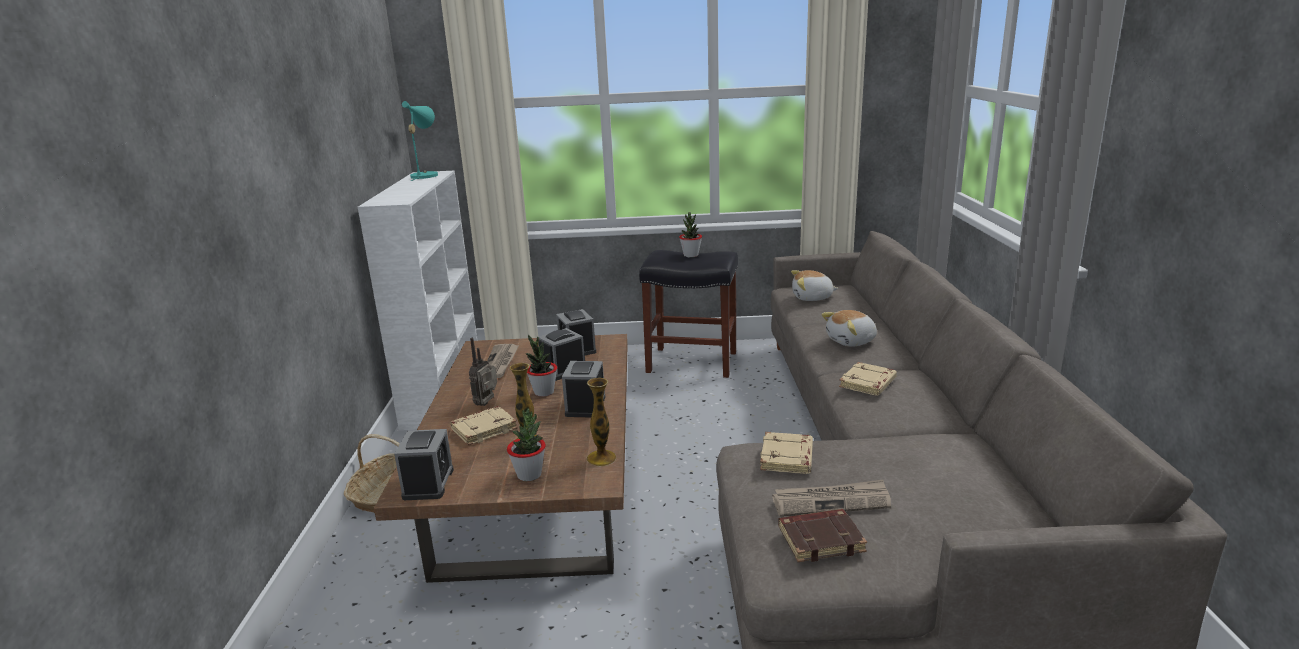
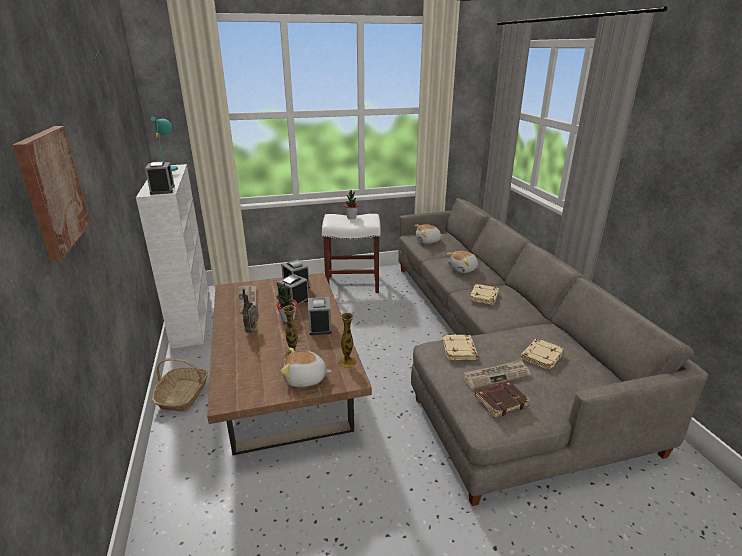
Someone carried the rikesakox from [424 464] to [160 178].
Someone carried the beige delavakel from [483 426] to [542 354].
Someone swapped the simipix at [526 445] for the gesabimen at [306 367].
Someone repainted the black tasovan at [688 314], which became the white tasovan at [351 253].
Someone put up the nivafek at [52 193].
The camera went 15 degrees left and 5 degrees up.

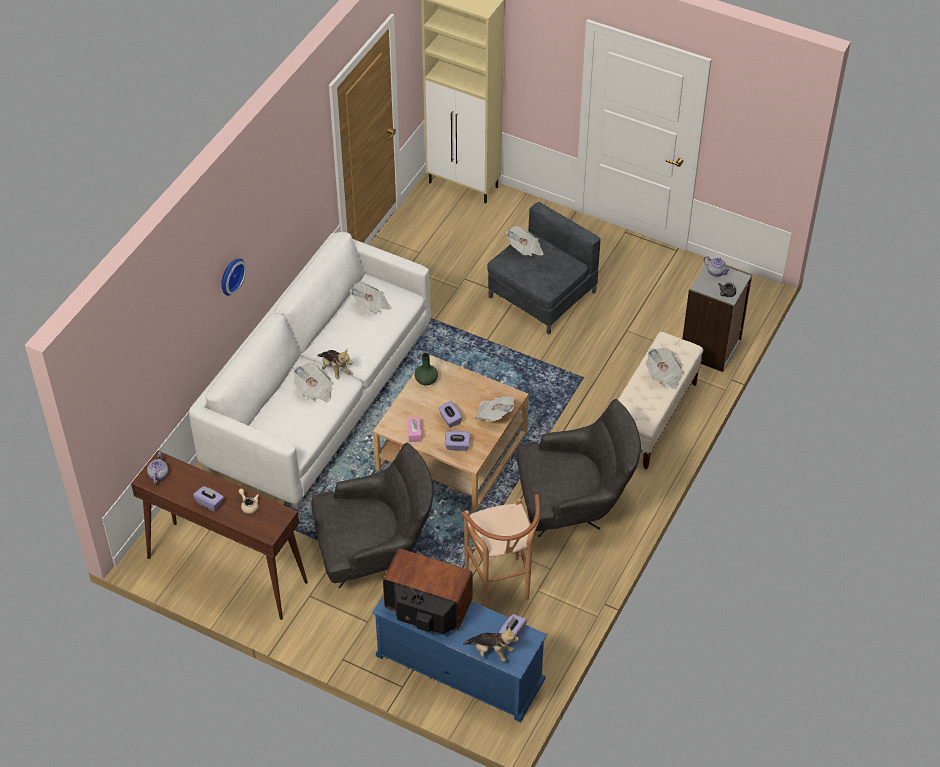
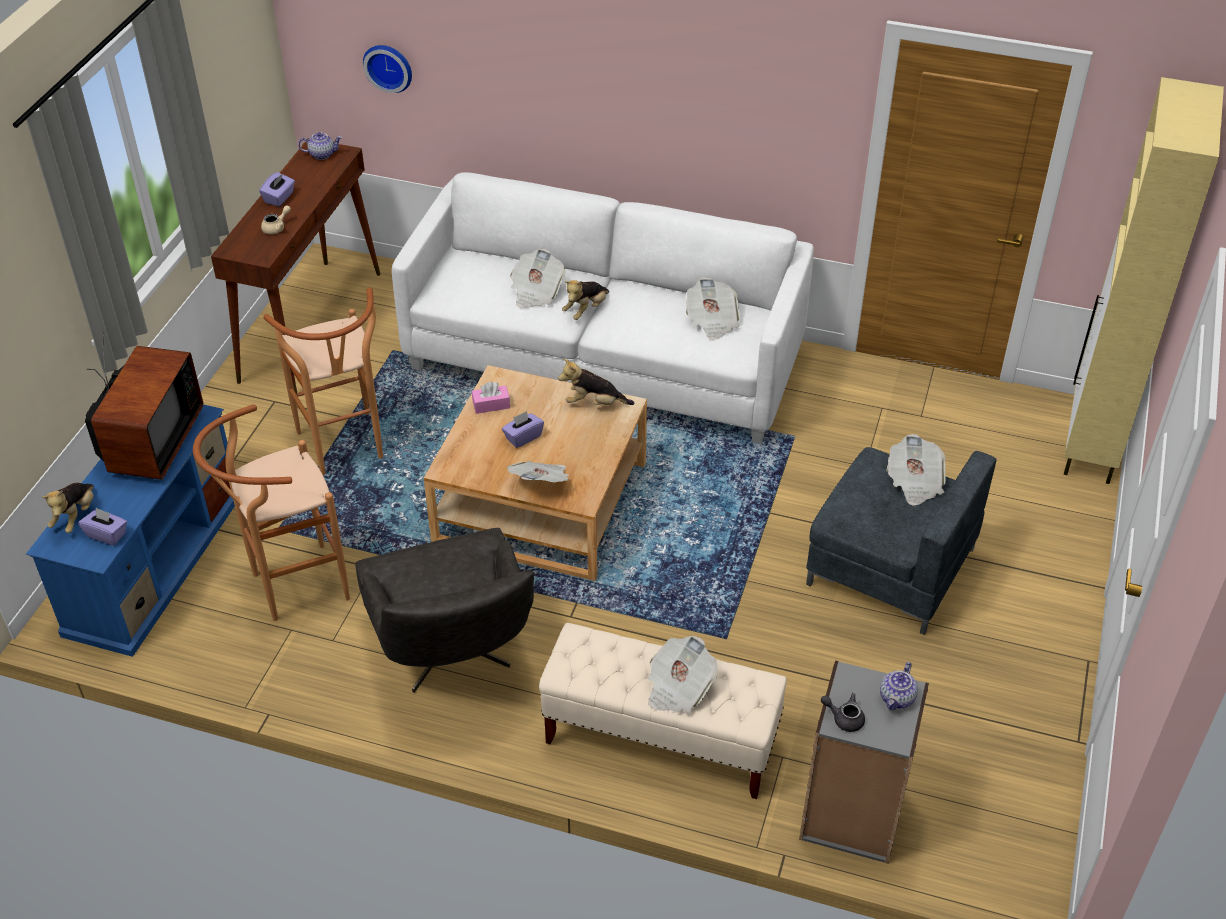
Someone carried the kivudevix from [234 277] to [387 69].
Someone swapped the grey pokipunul at [372 515] for the brown tasovan at [323 381].
Someone swapped the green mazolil at [426 369] for the gesabimen at [596 382].
Someone took away the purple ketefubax at [457 441].
The camera went 80 degrees right and 5 degrees down.

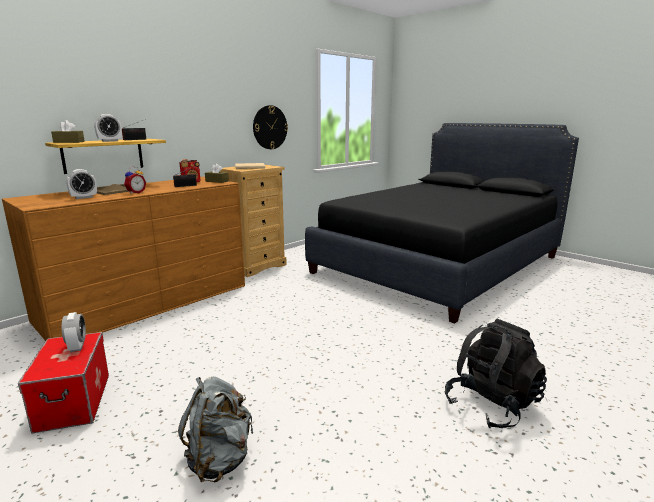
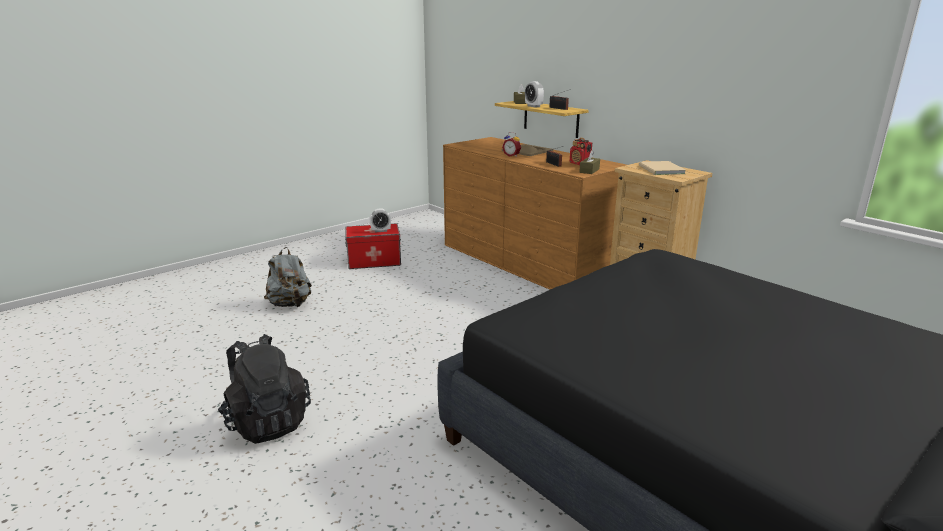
Someone took away the rikesakox at [81 184].
Someone took away the kivudevix at [270 127].
The camera went 95 degrees right and 5 degrees up.

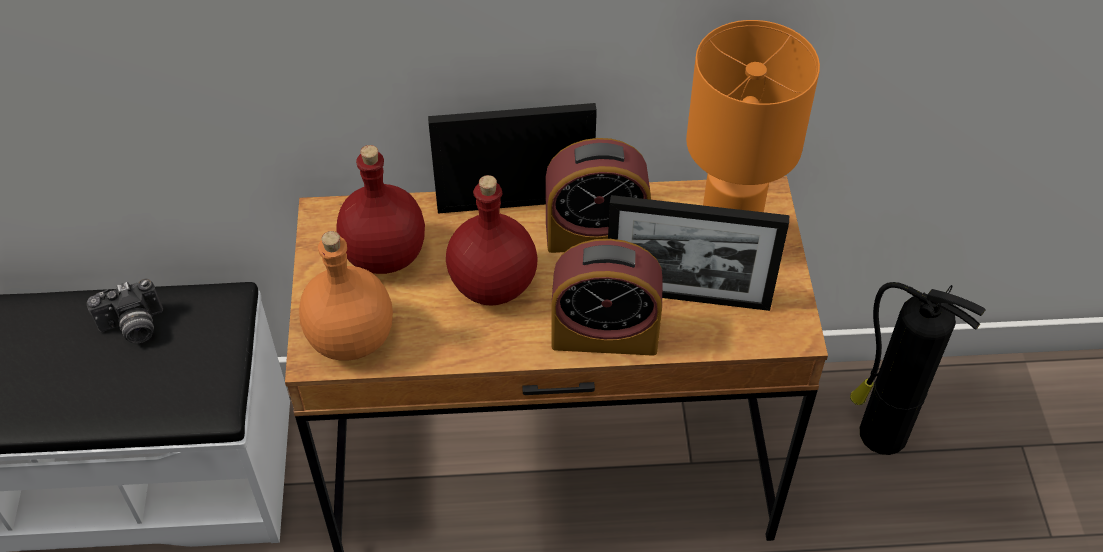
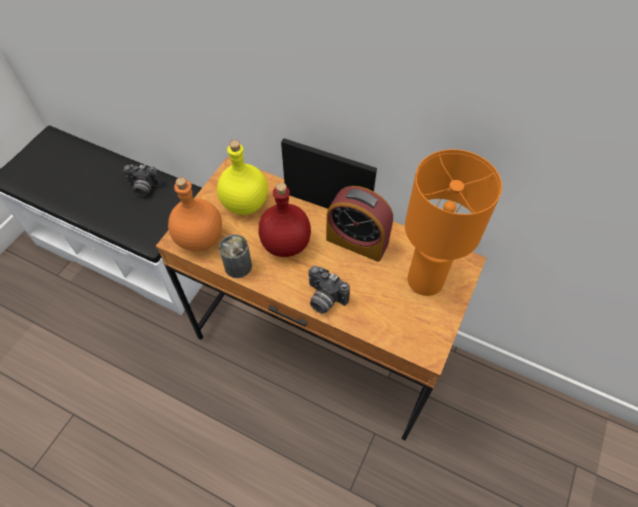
Someone repainted the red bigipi at [380 209], which became the yellow bigipi at [242 177].
Someone swapped the rikesakox at [607 297] for the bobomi at [329 290].
Someone took away the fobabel at [699 253].
Someone took away the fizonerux at [918 368].
Someone put down the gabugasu at [235 256].
The camera went 30 degrees right and 5 degrees up.

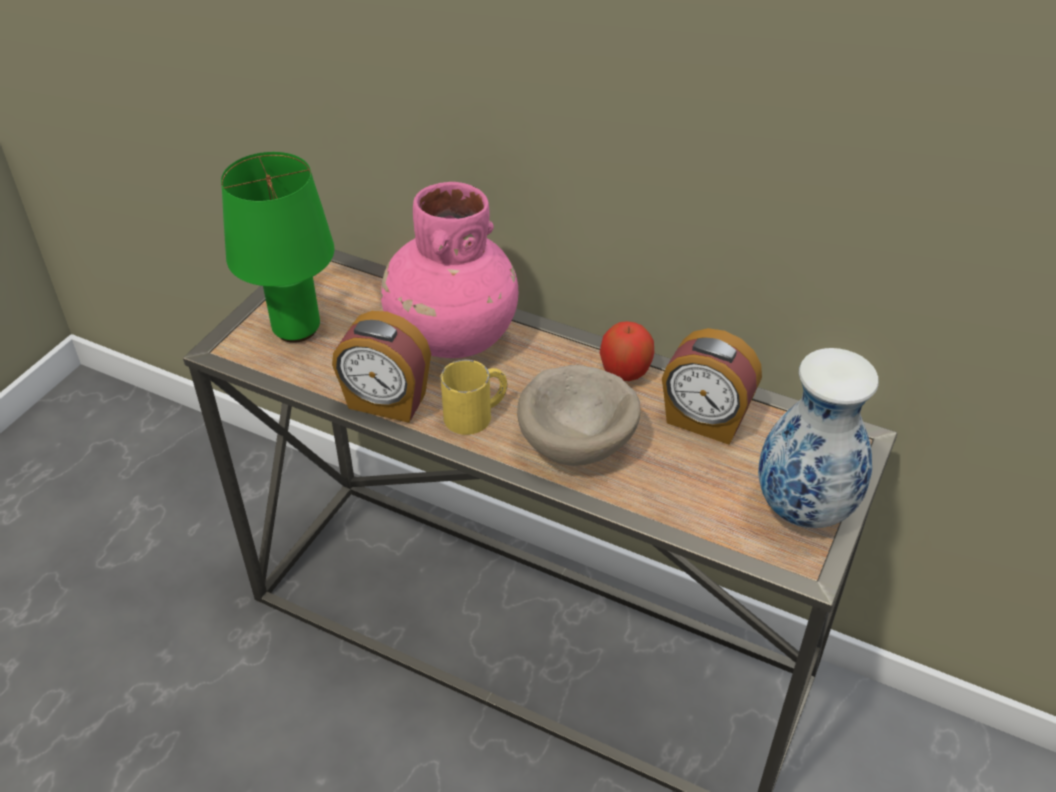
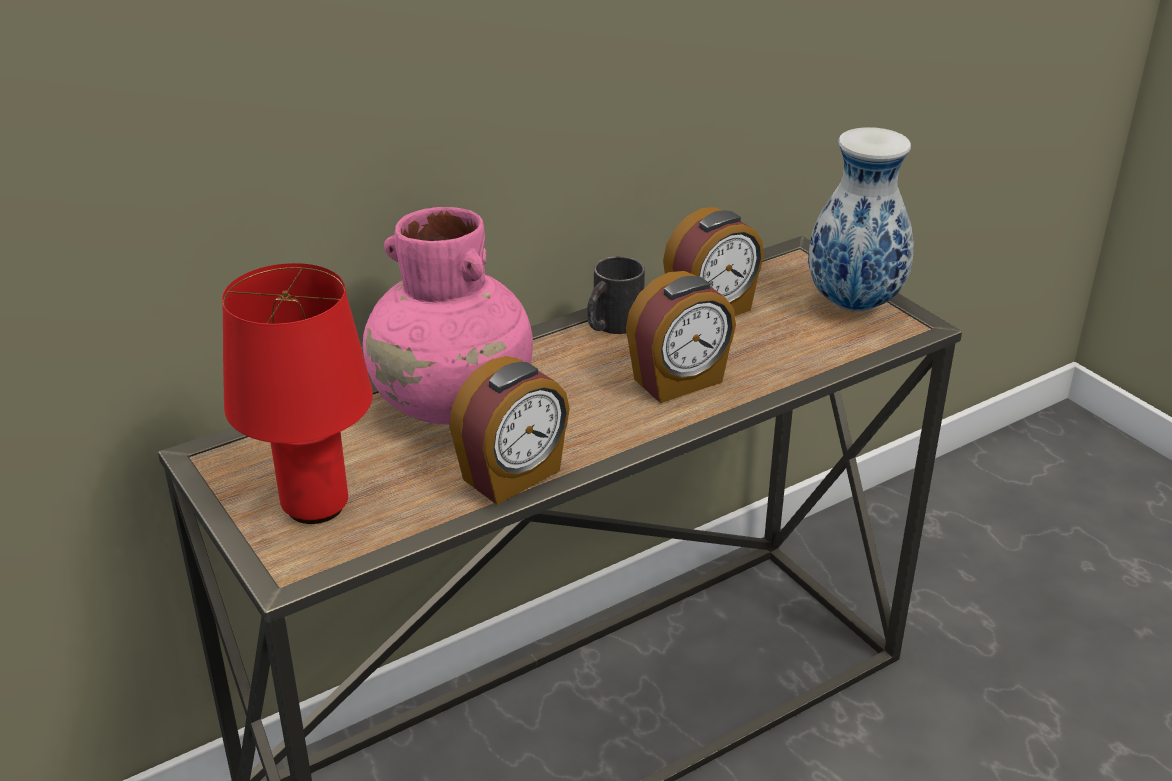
Someone repainted the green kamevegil at [277 247], which became the red kamevegil at [297 393].
Someone took away the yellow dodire at [474 397].
Someone swapped the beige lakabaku at [579 415] for the rikesakox at [681 337].
Someone swapped the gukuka at [627 351] for the black dodire at [616 295].
The camera went 60 degrees left and 10 degrees down.

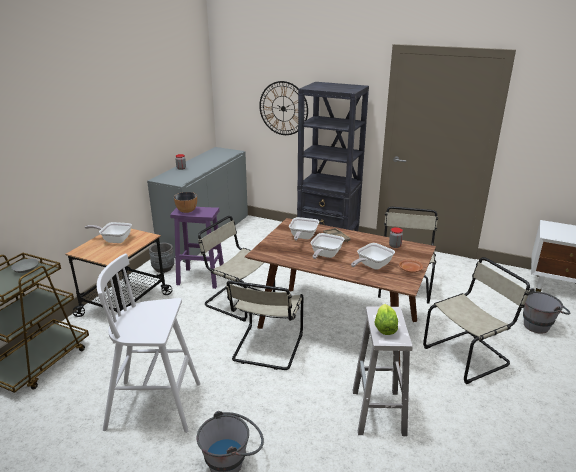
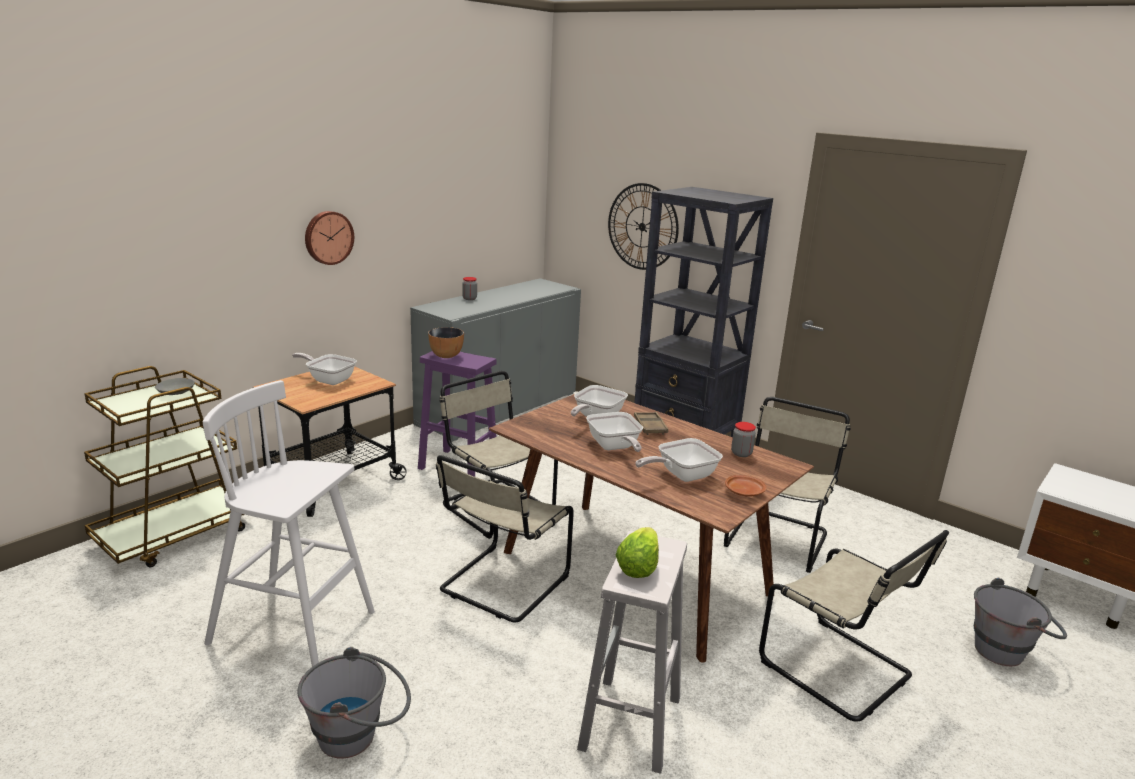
Someone took away the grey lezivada at [162 258].
Someone rotated the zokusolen at [327 246] by 60 degrees counterclockwise.
Someone rotated the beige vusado at [476 320] by 60 degrees clockwise.
Someone put up the kivudevix at [329 238].
The camera went 15 degrees right and 5 degrees down.

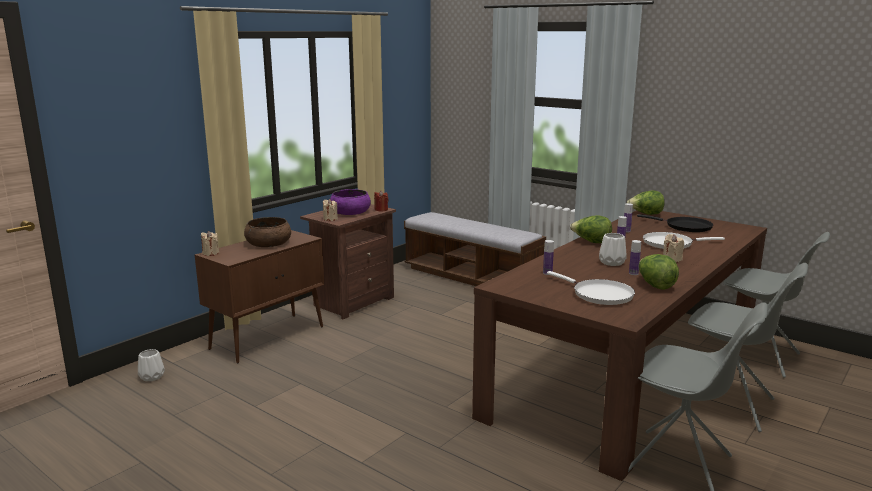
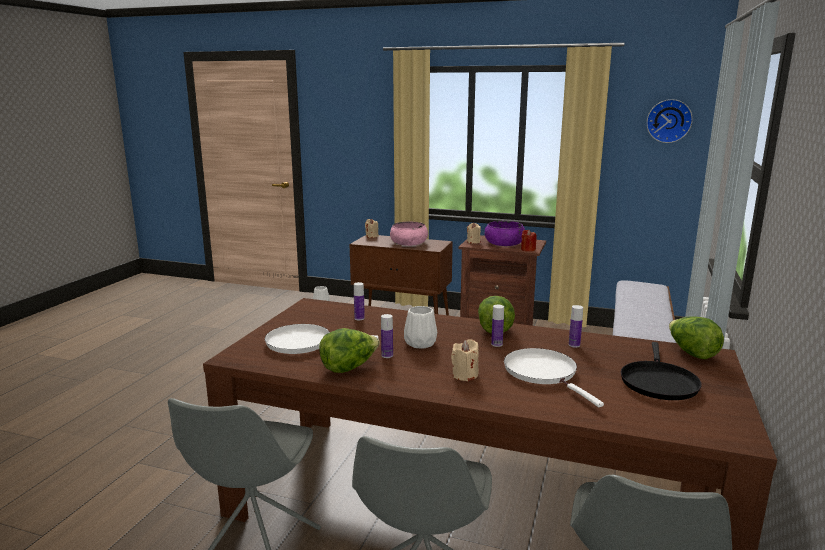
Someone repainted the brown lakabaku at [267 232], which became the pink lakabaku at [409 234].
Someone rotated the white zokusolen at [591 288] by 60 degrees clockwise.
Someone put up the kivudevix at [669 121].
The camera went 70 degrees right and 0 degrees up.

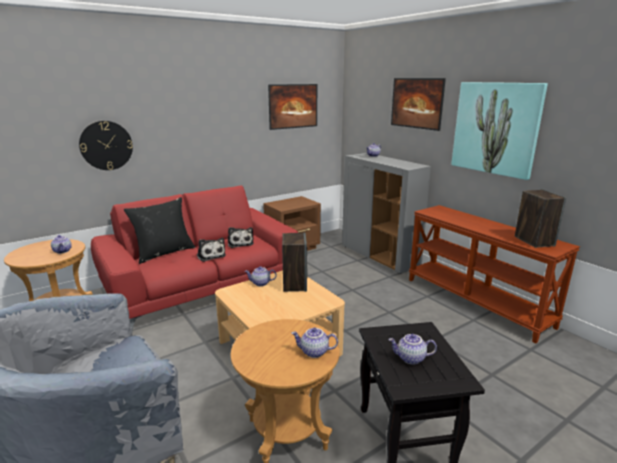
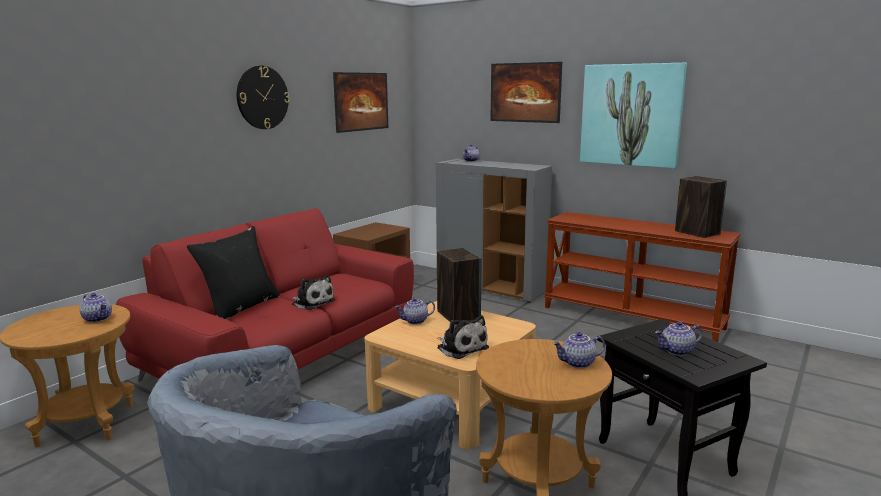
Someone carried the kivudevix from [106 145] to [263 97].
Someone carried the gesabimen from [241 237] to [463 337].
The camera went 20 degrees left and 5 degrees down.

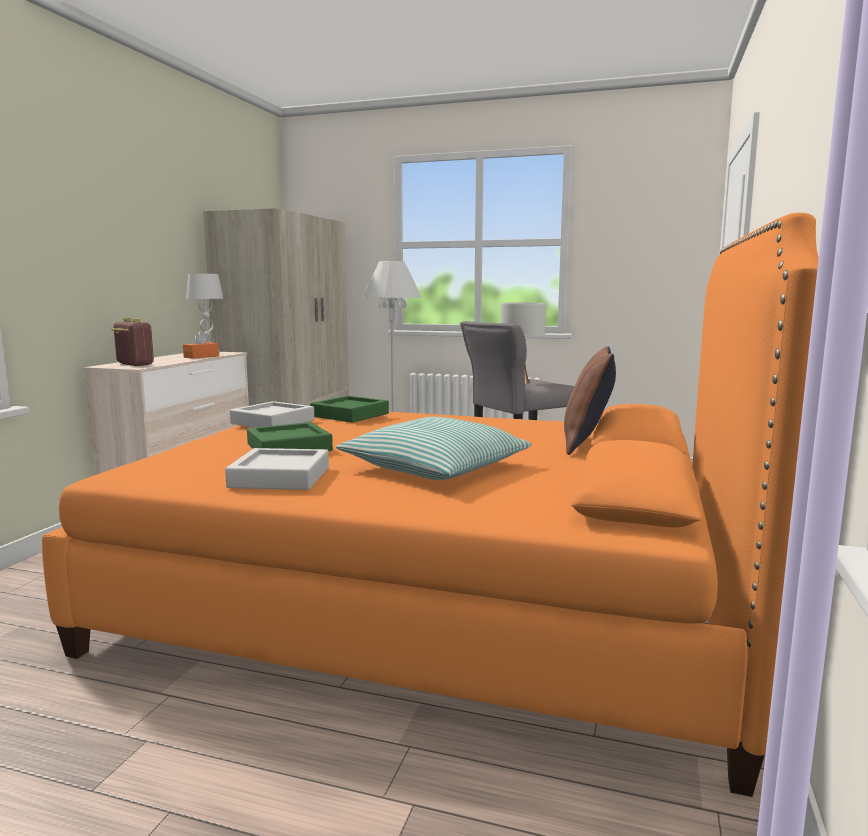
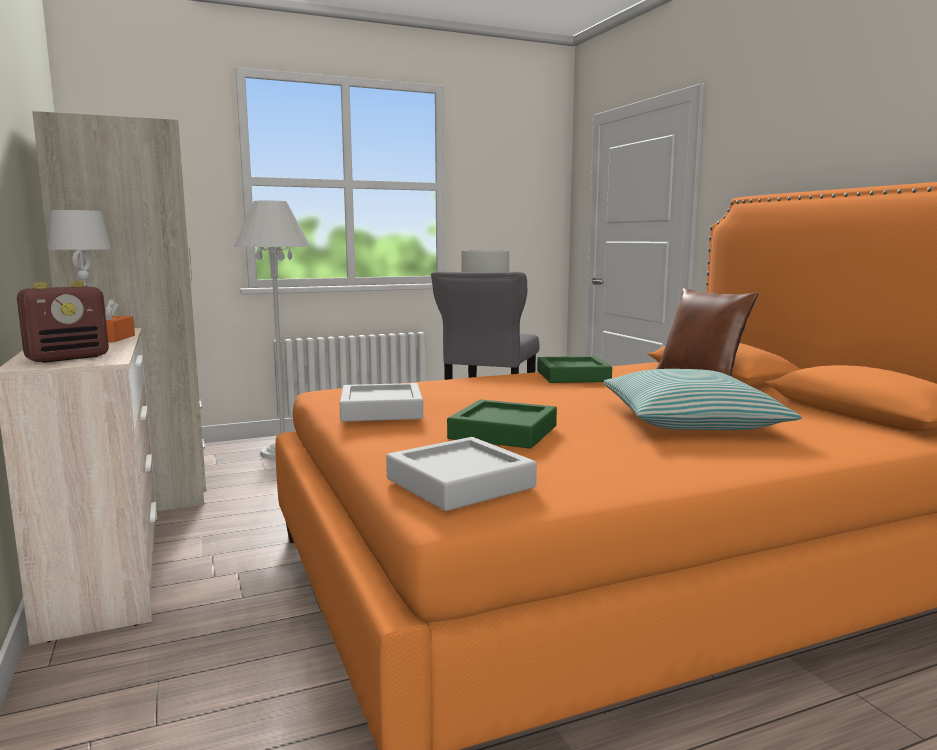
Someone rotated the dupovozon at [132 342] by 135 degrees clockwise.
Someone carried the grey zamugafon from [277 469] to [461 474].
Someone carried the green zamugafon from [349 409] to [574 369].
The camera went 40 degrees left and 0 degrees up.

